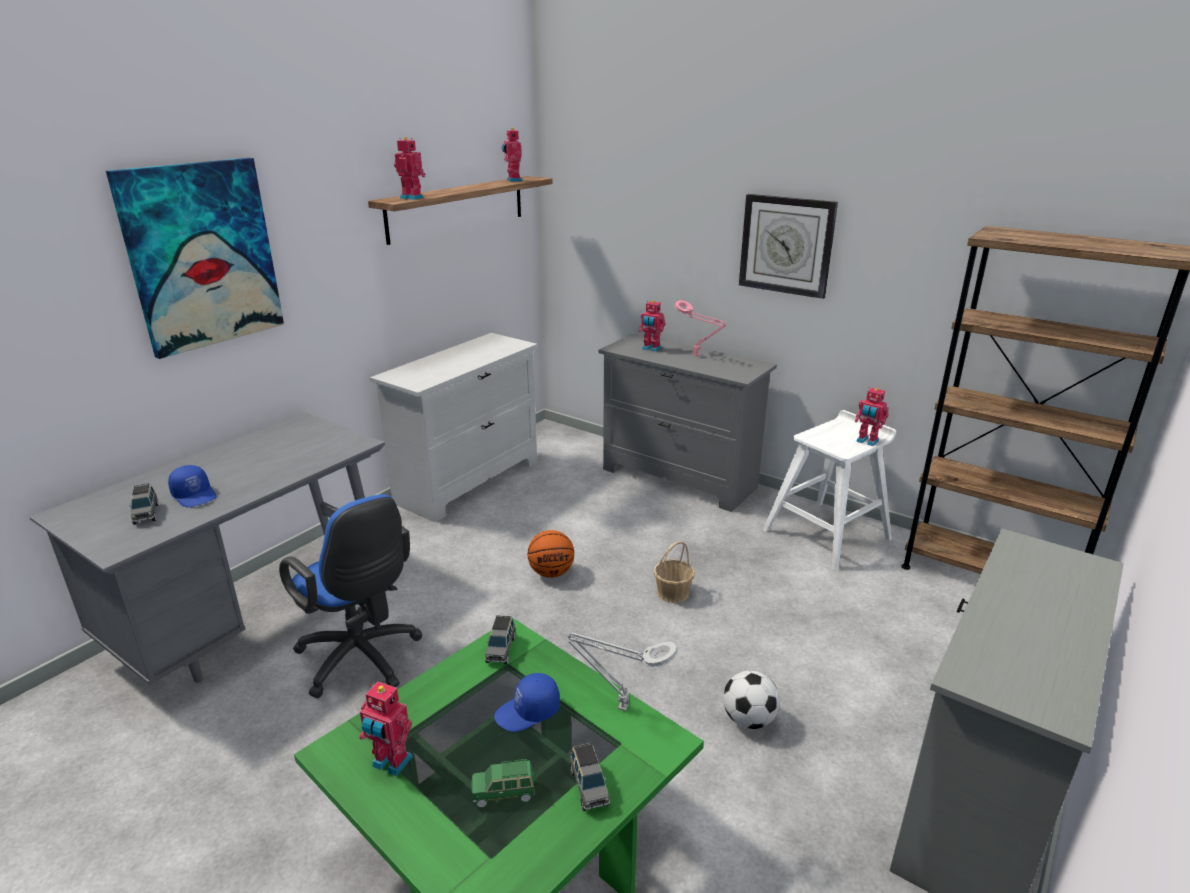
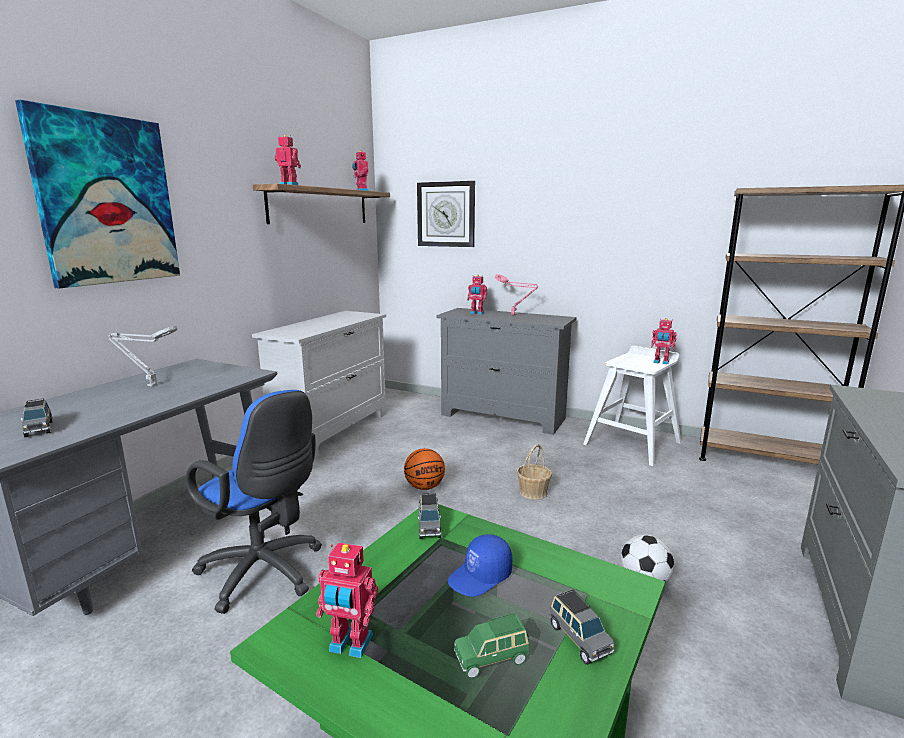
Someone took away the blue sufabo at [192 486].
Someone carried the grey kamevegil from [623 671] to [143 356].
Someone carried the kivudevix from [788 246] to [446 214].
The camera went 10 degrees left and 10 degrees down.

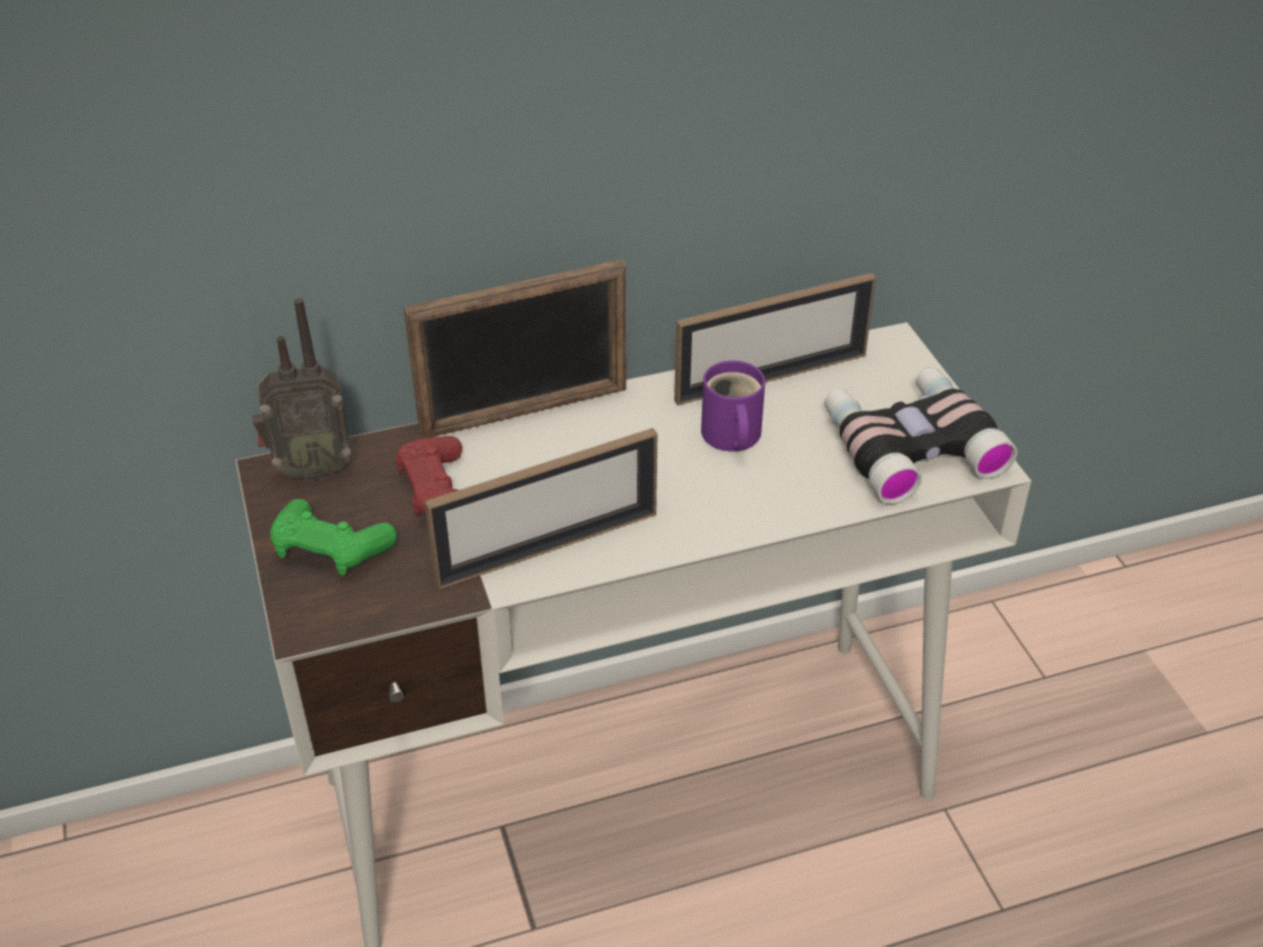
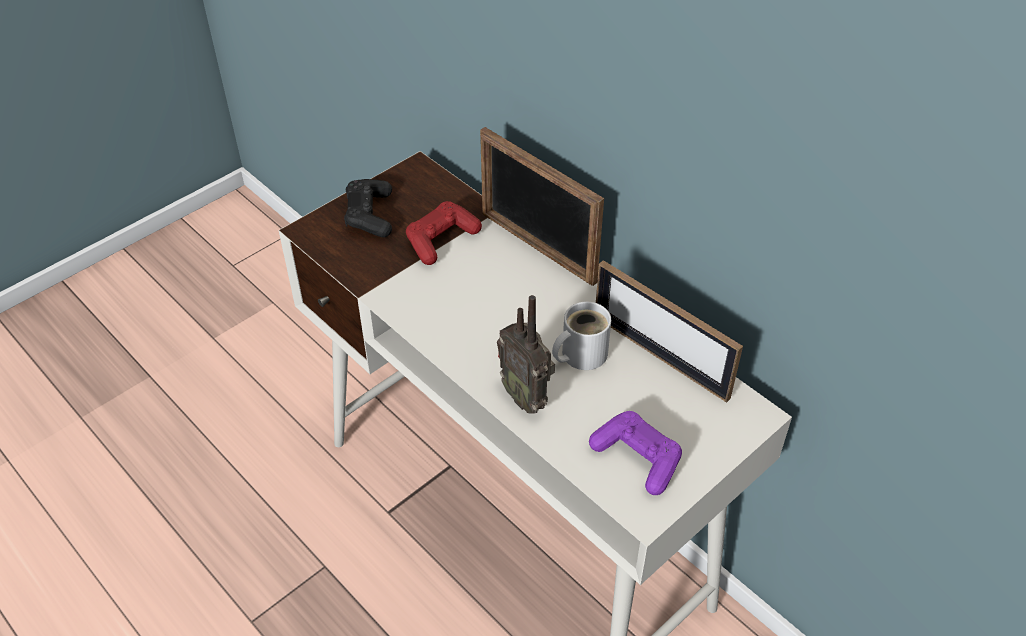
Someone carried the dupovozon from [301 389] to [526 354].
Someone repainted the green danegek at [333 537], which became the black danegek at [368 208].
Someone took away the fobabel at [541 508].
Someone repainted the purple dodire at [733 406], which became the white dodire at [581 335].
Someone swapped the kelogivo at [920 435] for the purple danegek at [635 453].
The camera went 65 degrees right and 5 degrees up.

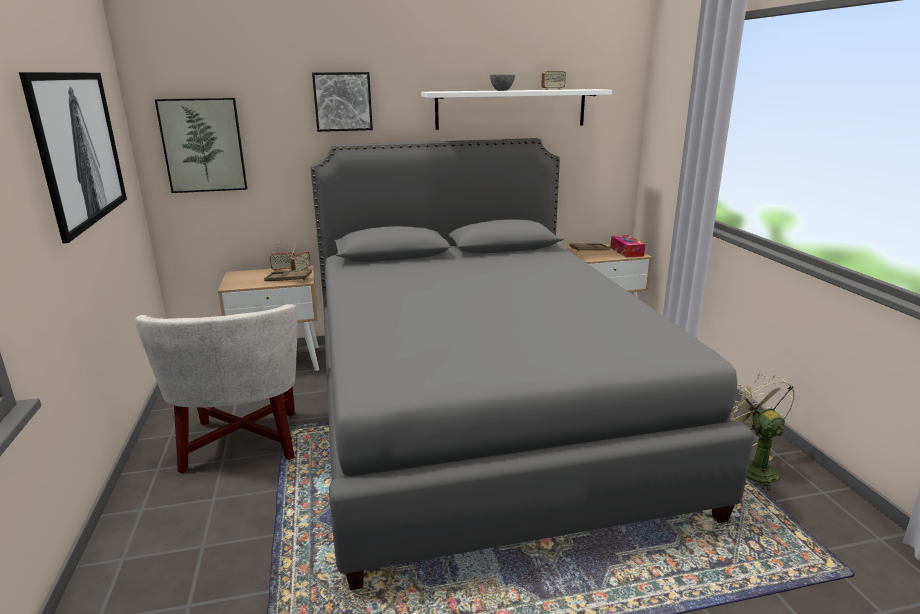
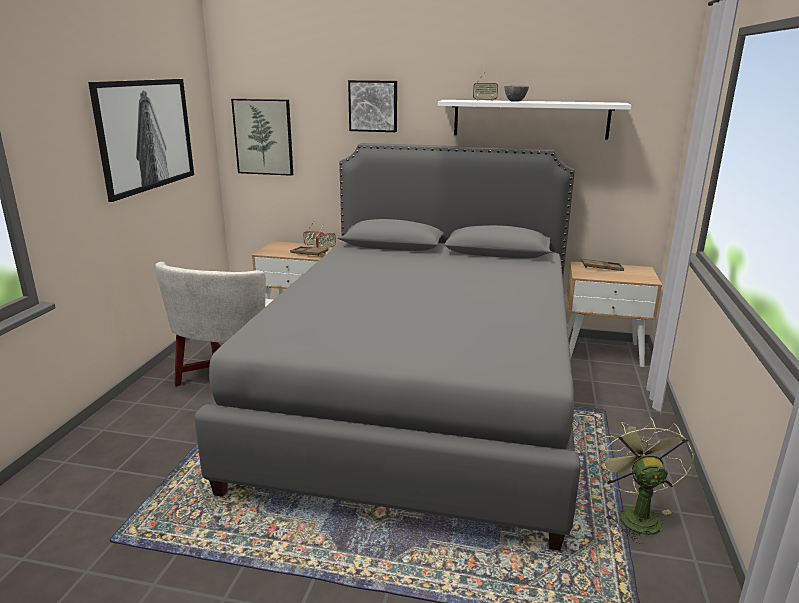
Someone carried the dupovozon from [553 73] to [485 85].
Someone took away the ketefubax at [627 246].
The camera went 25 degrees right and 0 degrees up.

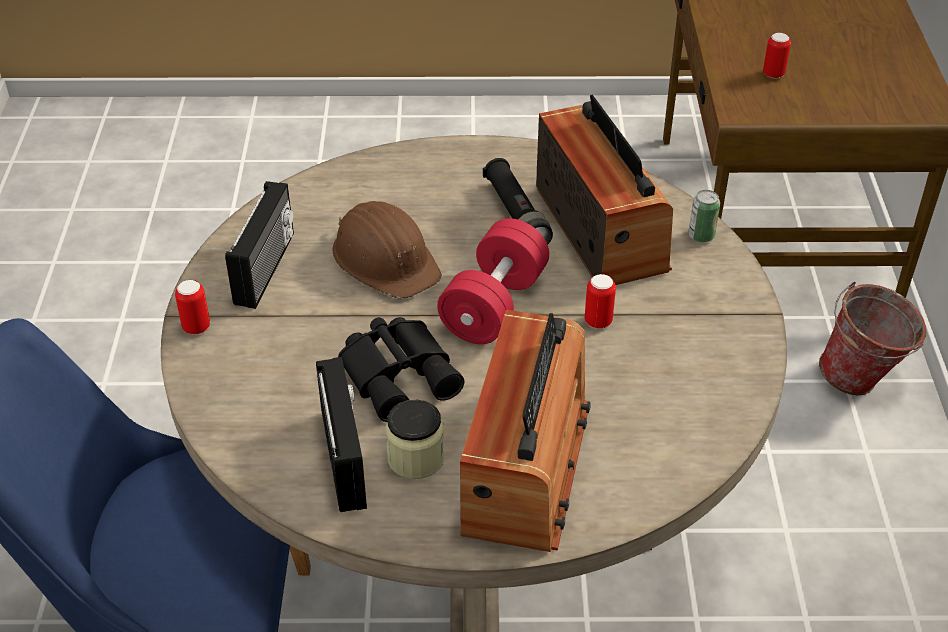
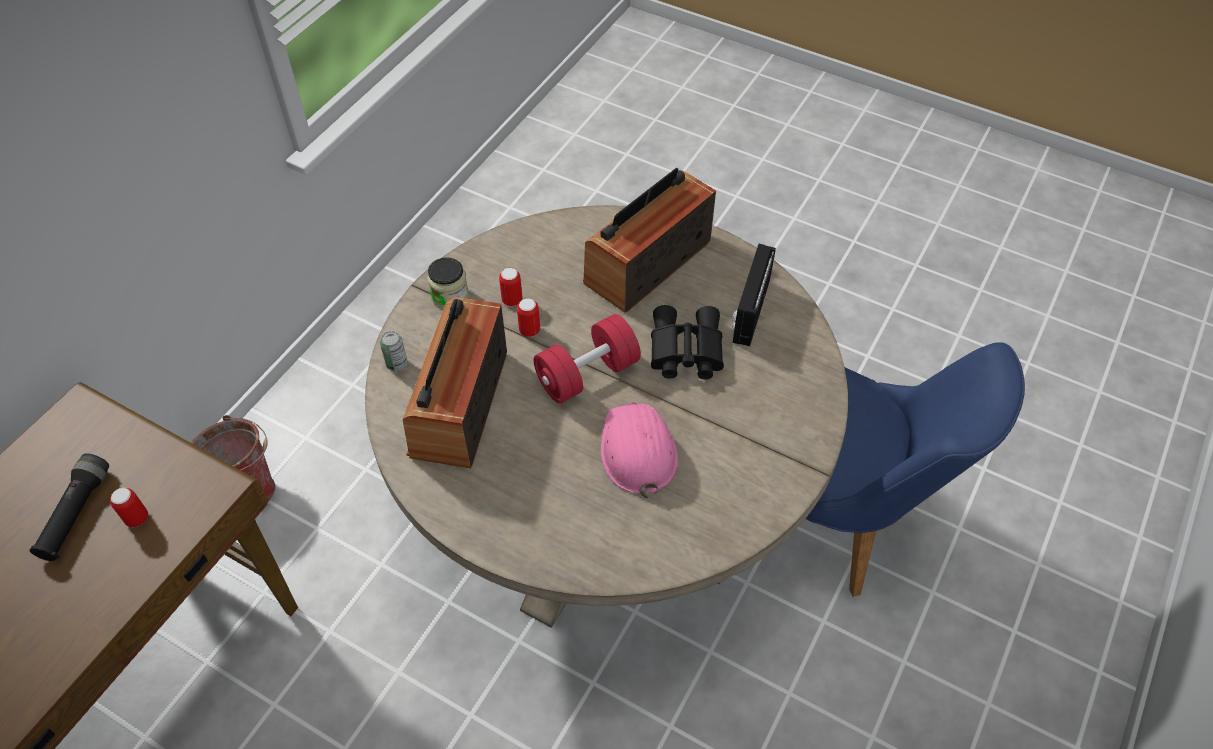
Someone carried the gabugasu from [192 307] to [510 287].
Someone took away the dupovozon at [259 245].
Someone repainted the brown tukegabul at [387 250], which became the pink tukegabul at [639 450].
Someone carried the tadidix from [415 439] to [448 283].
Someone carried the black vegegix from [518 201] to [69 507].
The camera went 150 degrees left and 10 degrees up.

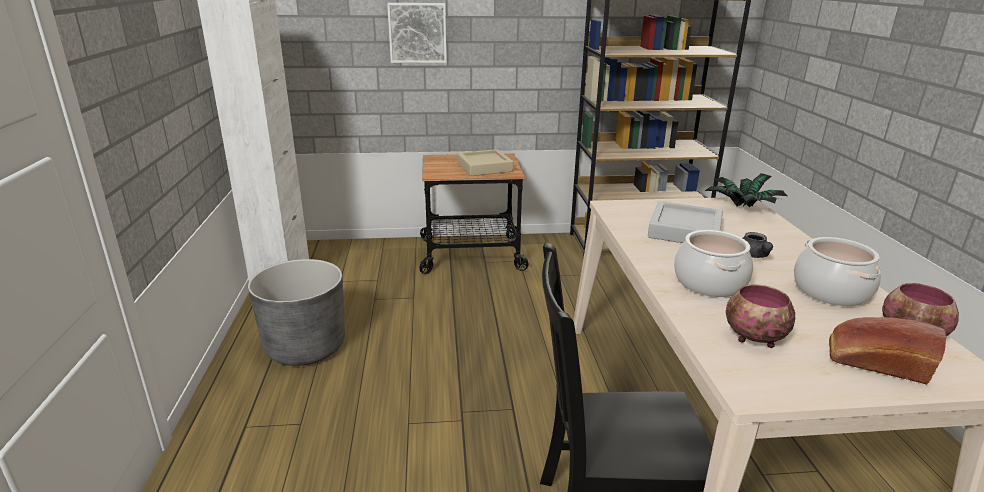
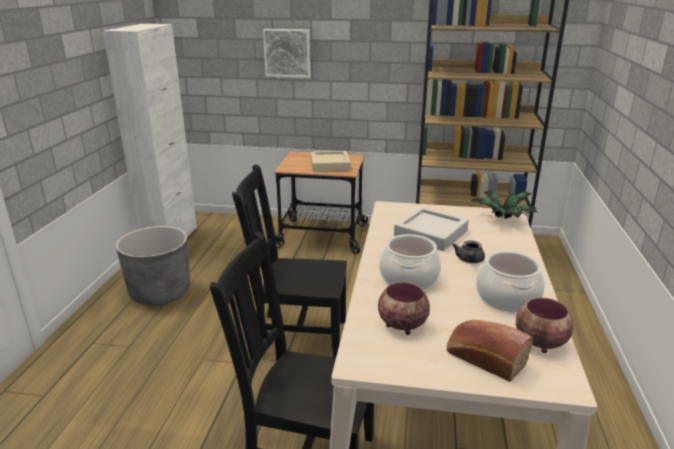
Someone put down the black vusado at [289 261].
The camera went 15 degrees right and 0 degrees up.

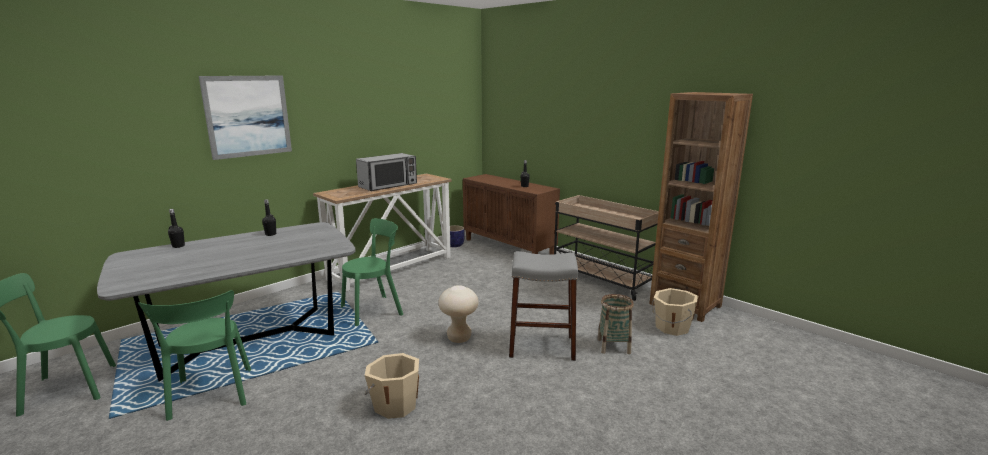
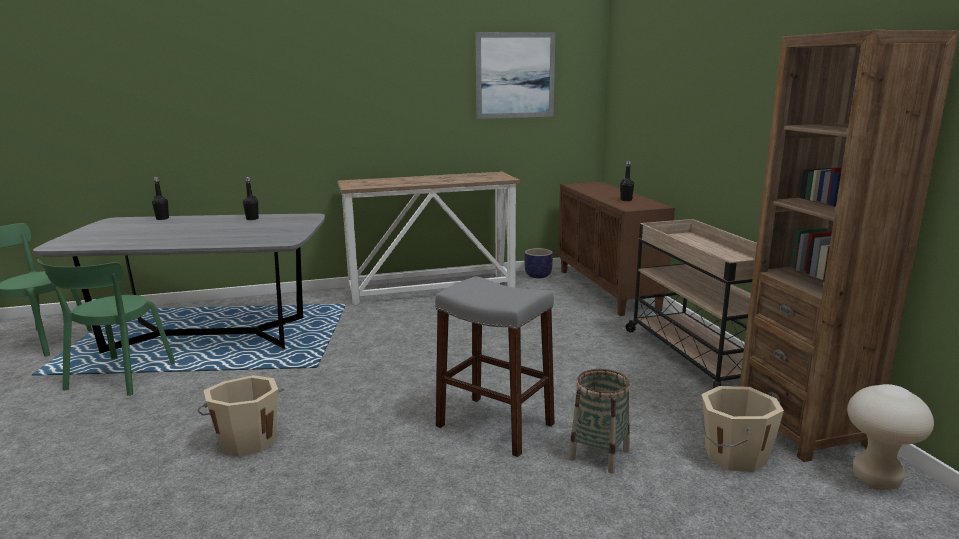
Someone carried the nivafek from [245 118] to [515 75].
Someone took away the green vusado at [372 272].
Someone took away the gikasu at [386 172].
Someone carried the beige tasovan from [458 314] to [890 437].
The camera went 30 degrees right and 0 degrees up.

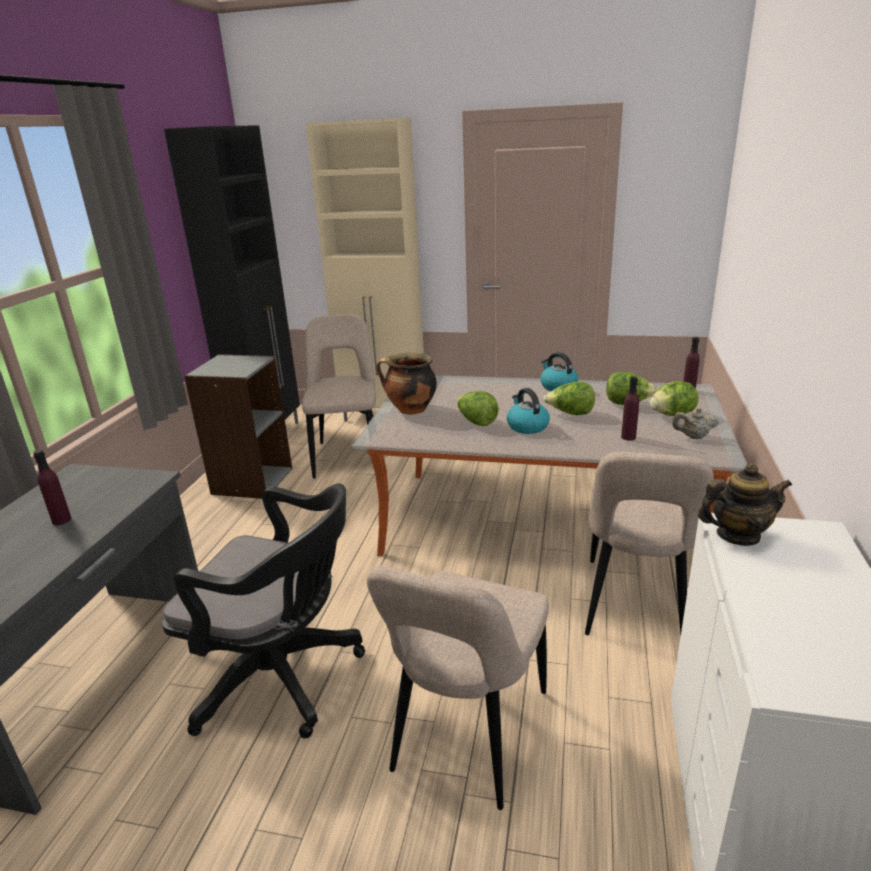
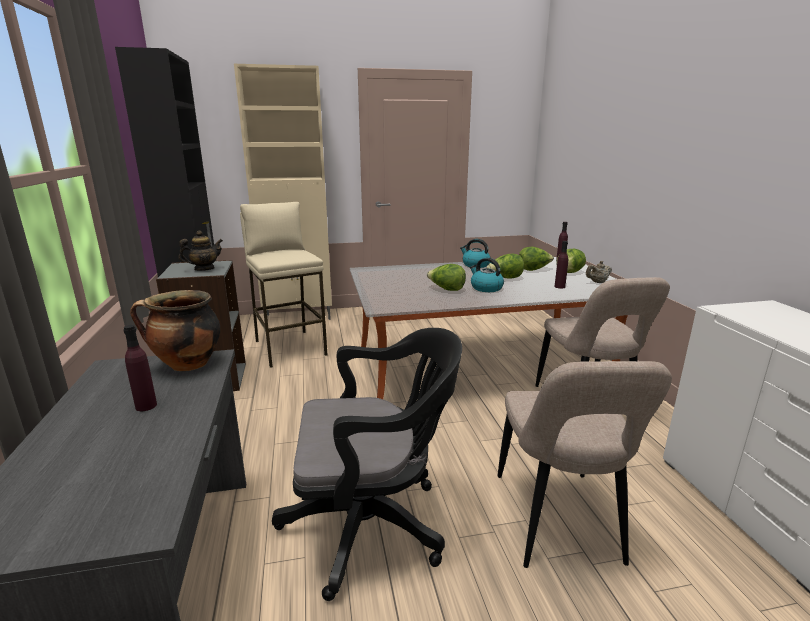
Someone swapped the beige vusado at [339 396] for the beige tasovan at [283 285].
Someone carried the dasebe from [407 383] to [175 330].
Someone carried the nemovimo from [745 504] to [201 250].
The camera went 25 degrees left and 5 degrees down.

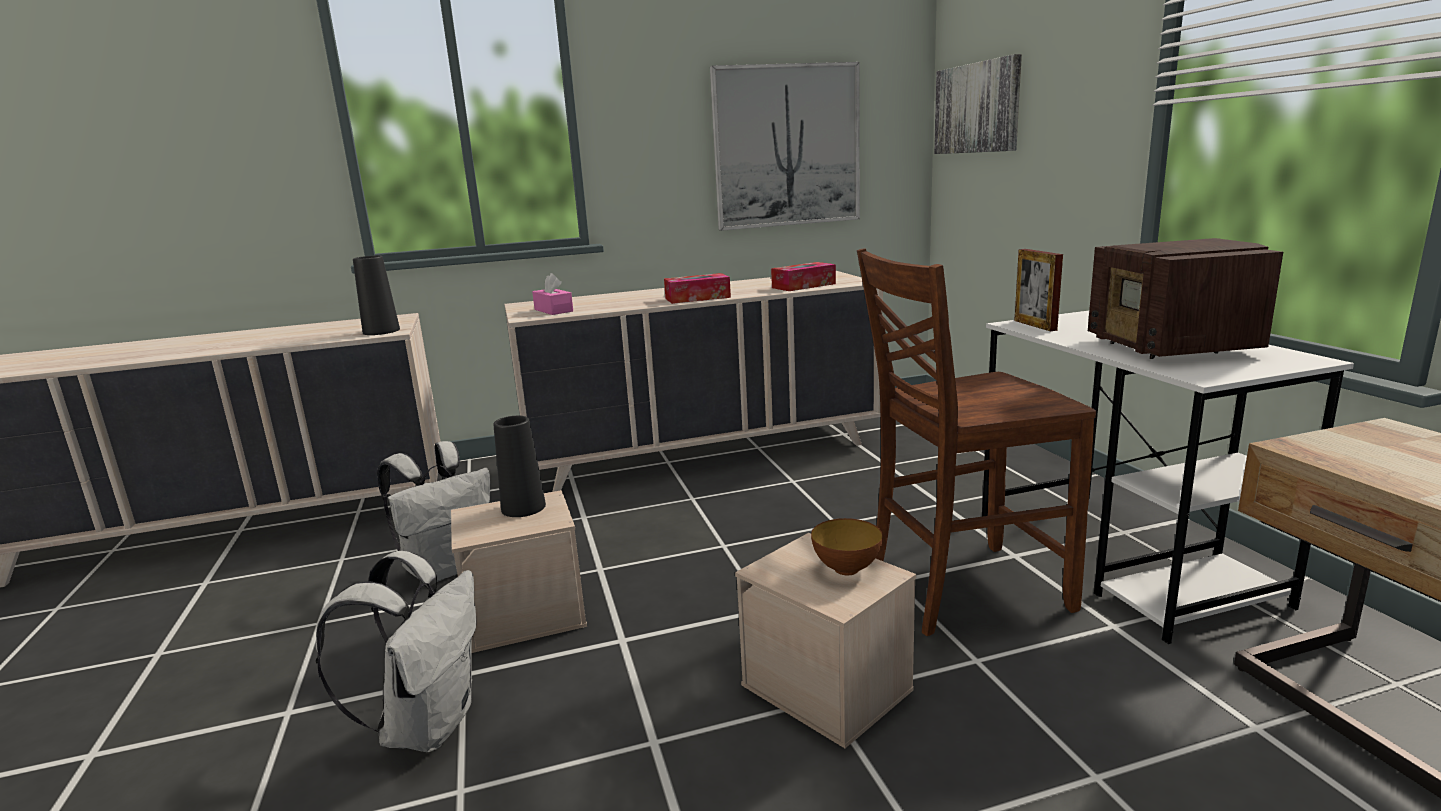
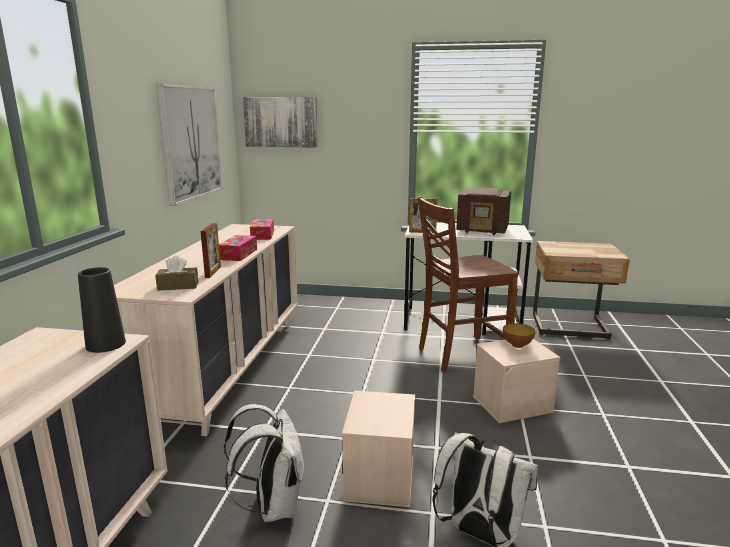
Someone took away the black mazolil at [519 466].
Someone repainted the pink ketefubax at [552 294], which became the brown ketefubax at [176 273].
Someone rotated the brown vusado at [976 442] by 60 degrees clockwise.
Someone put down the fobabel at [211 250].
The camera went 65 degrees left and 0 degrees up.

